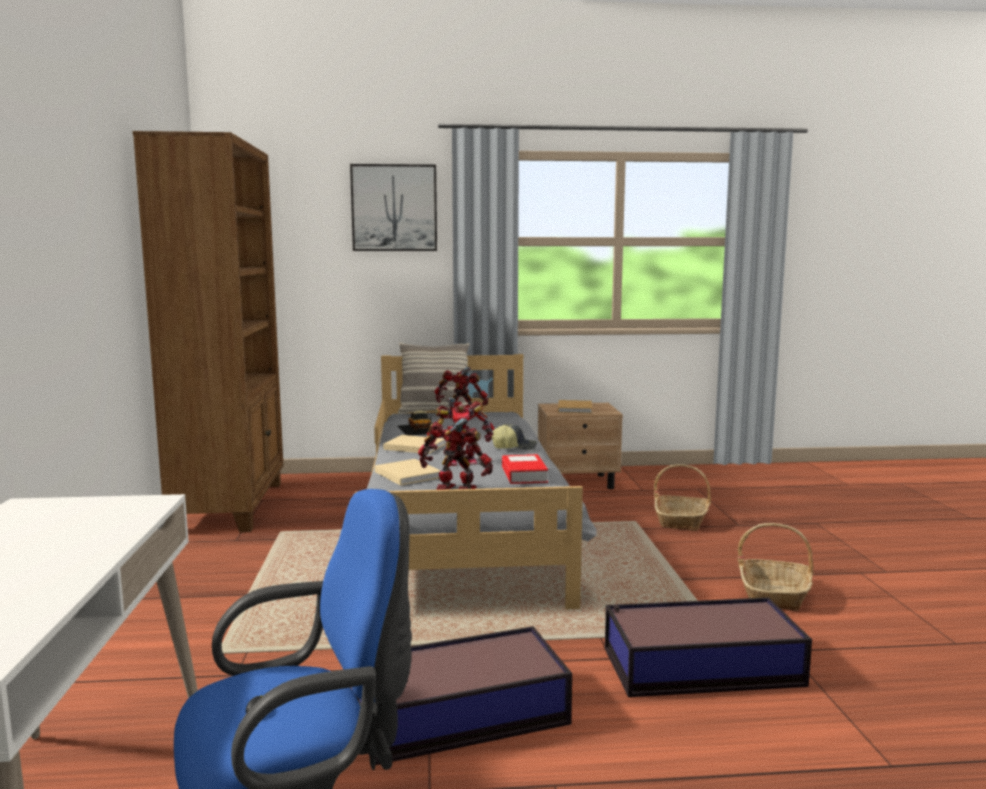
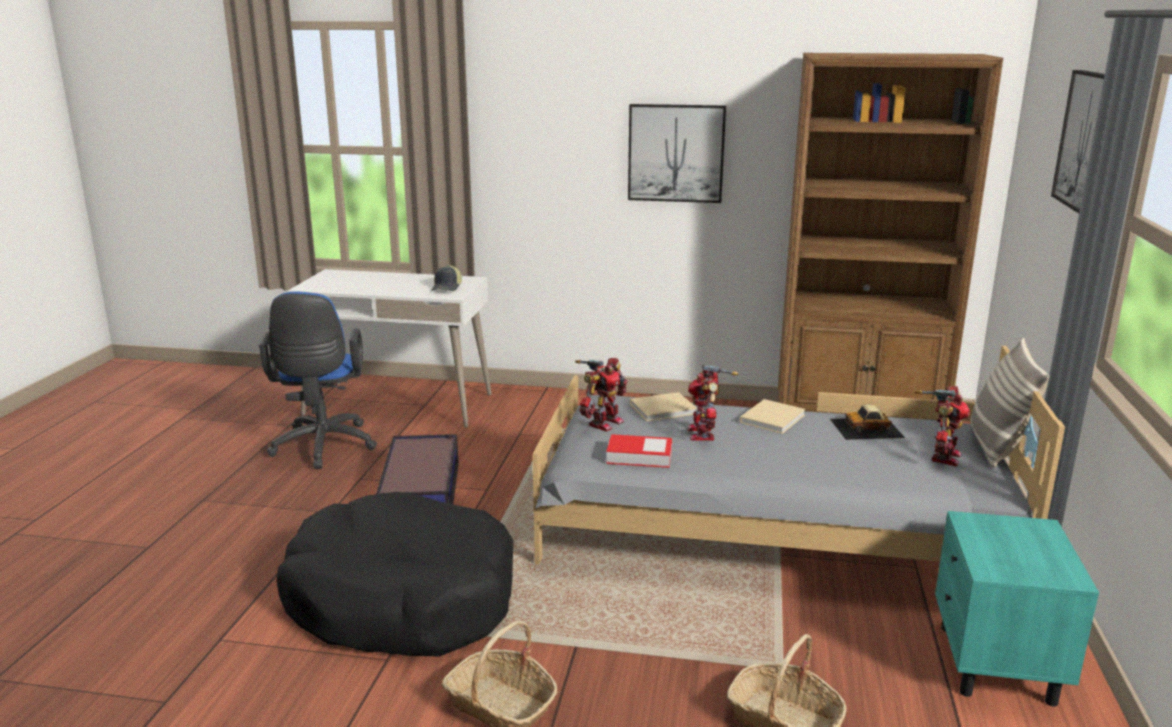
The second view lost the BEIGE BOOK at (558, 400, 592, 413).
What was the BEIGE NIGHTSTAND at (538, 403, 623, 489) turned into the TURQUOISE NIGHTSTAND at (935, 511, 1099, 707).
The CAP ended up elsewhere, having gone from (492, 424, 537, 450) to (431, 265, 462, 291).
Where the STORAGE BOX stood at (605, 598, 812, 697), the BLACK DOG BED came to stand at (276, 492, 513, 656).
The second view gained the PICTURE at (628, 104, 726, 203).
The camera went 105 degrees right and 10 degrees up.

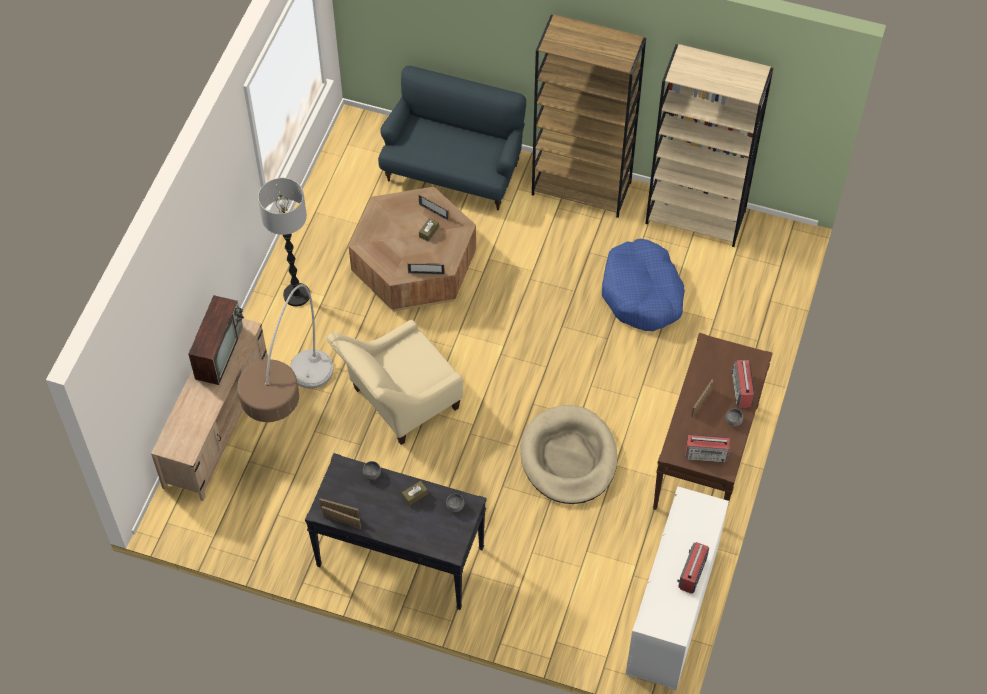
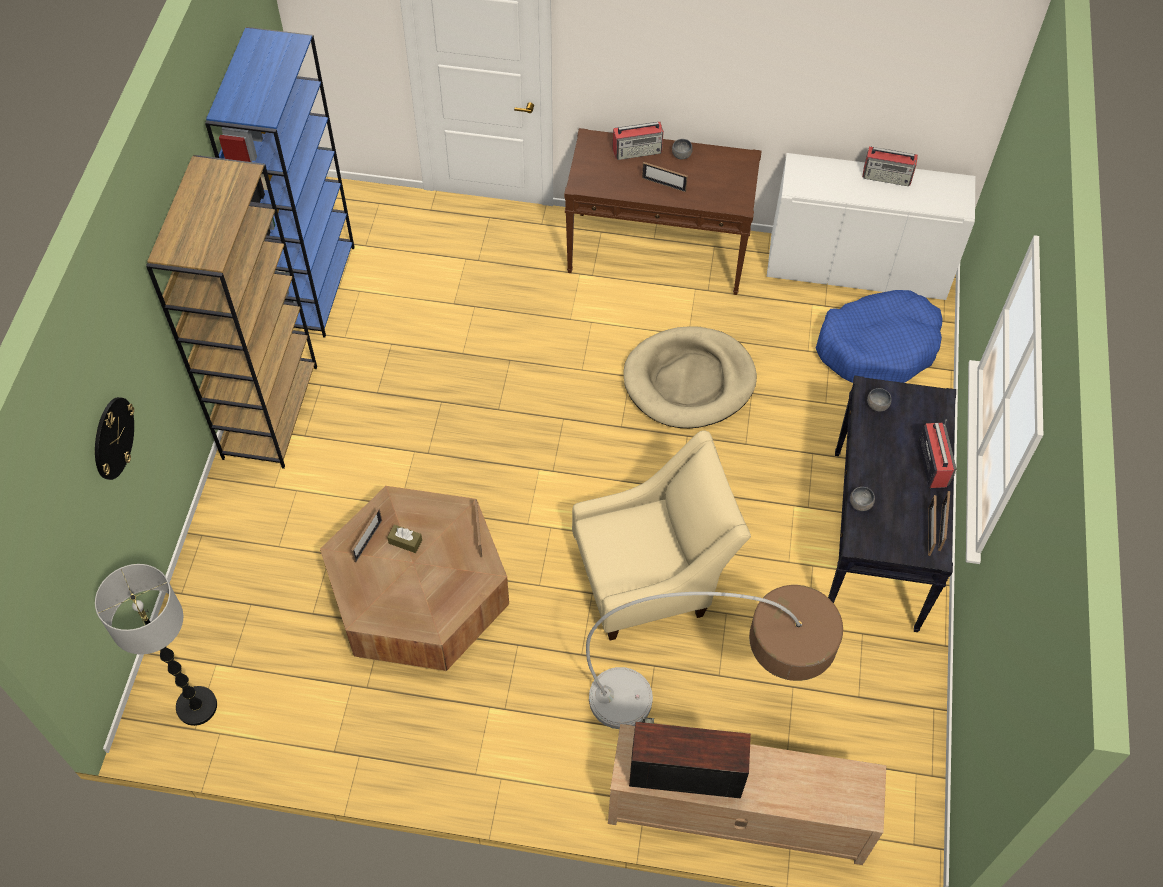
What was the BEIGE BOOKCASE at (645, 44, 773, 247) turned into the BLUE BOOKCASE at (205, 27, 355, 337).
The second view lost the BLUE SOFA at (378, 66, 526, 210).
The FLOOR LAMP ended up elsewhere, having gone from (258, 178, 310, 307) to (95, 564, 217, 726).
The BLUE DOG BED ended up elsewhere, having gone from (602, 239, 685, 331) to (816, 290, 943, 383).
The BEIGE ARMCHAIR at (327, 320, 463, 445) ended up facing another way, 60 degrees counterclockwise from before.
The RADIO ended up elsewhere, having gone from (686, 434, 730, 463) to (918, 419, 957, 488).
The second view lost the BROWN TISSUE BOX at (402, 481, 428, 506).
The second view gained the WALL CLOCK at (95, 397, 134, 480).
The camera went 100 degrees left and 0 degrees up.

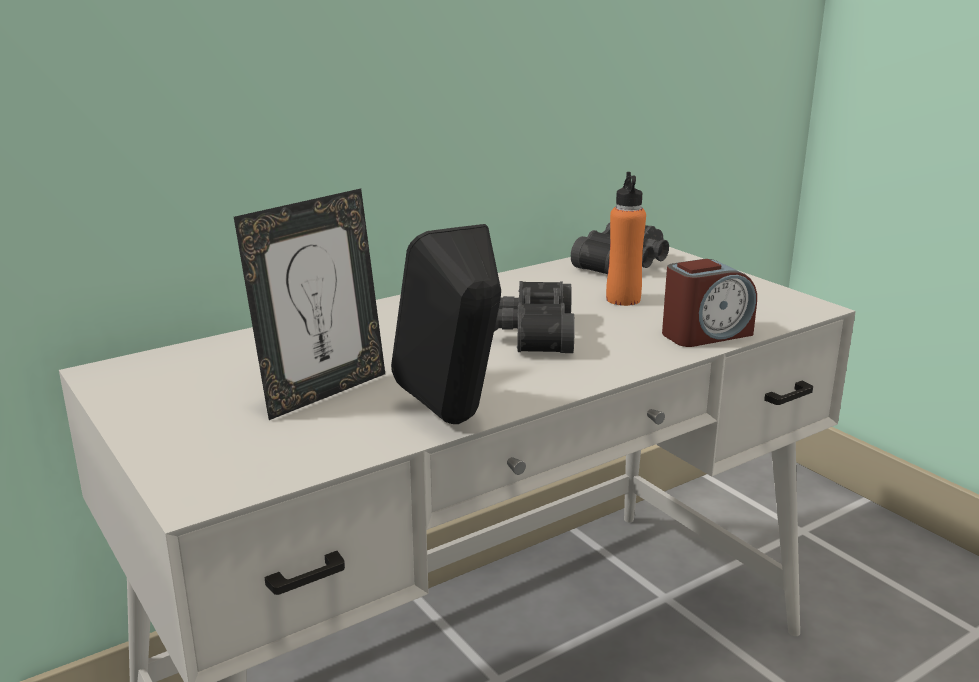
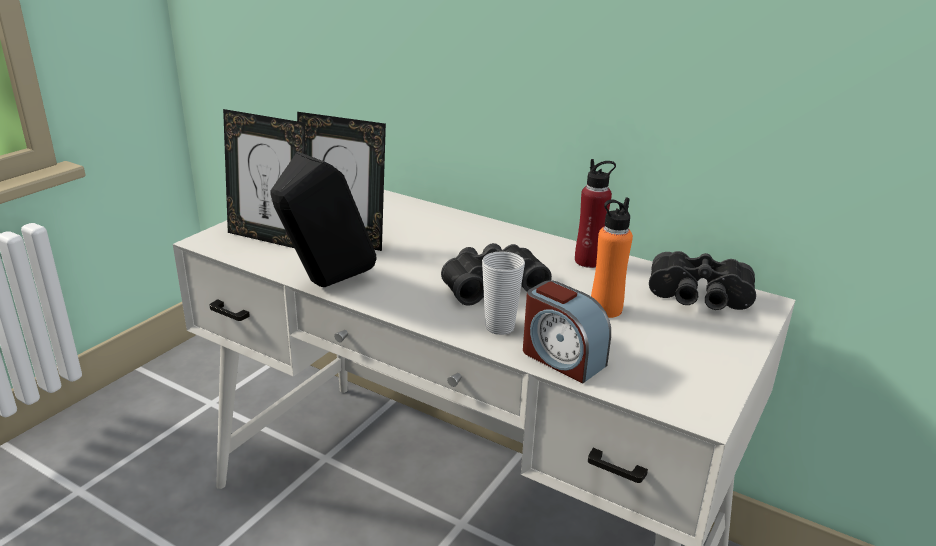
The second view gained the PICTURE FRAME at (223, 109, 305, 248).
The second view gained the RED BOTTLE at (575, 159, 616, 268).
The second view gained the CUP at (482, 251, 525, 335).
The camera went 65 degrees right and 5 degrees up.

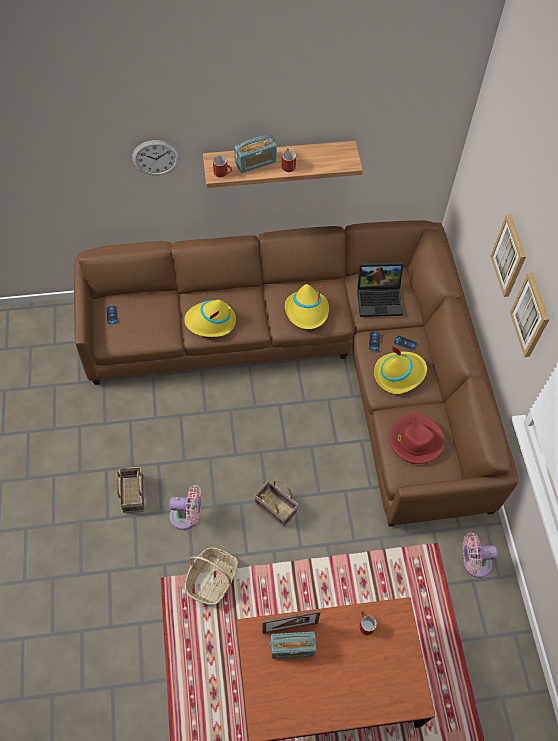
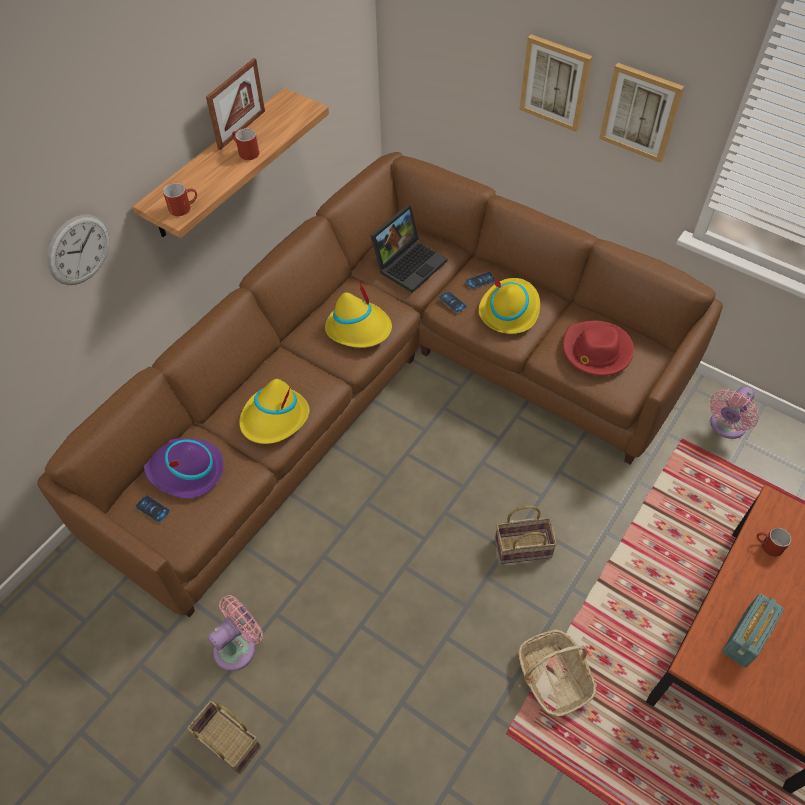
The second view lost the RADIO at (234, 135, 277, 173).
The BASKET ended up elsewhere, having gone from (116, 467, 144, 513) to (187, 700, 261, 774).
The PINK FAN ended up elsewhere, having gone from (169, 485, 201, 530) to (208, 595, 263, 671).
The PICTURE FRAME ended up elsewhere, having gone from (262, 610, 321, 634) to (206, 58, 265, 150).
The second view gained the PURPLE HAT at (144, 438, 224, 498).
The camera went 45 degrees left and 5 degrees down.

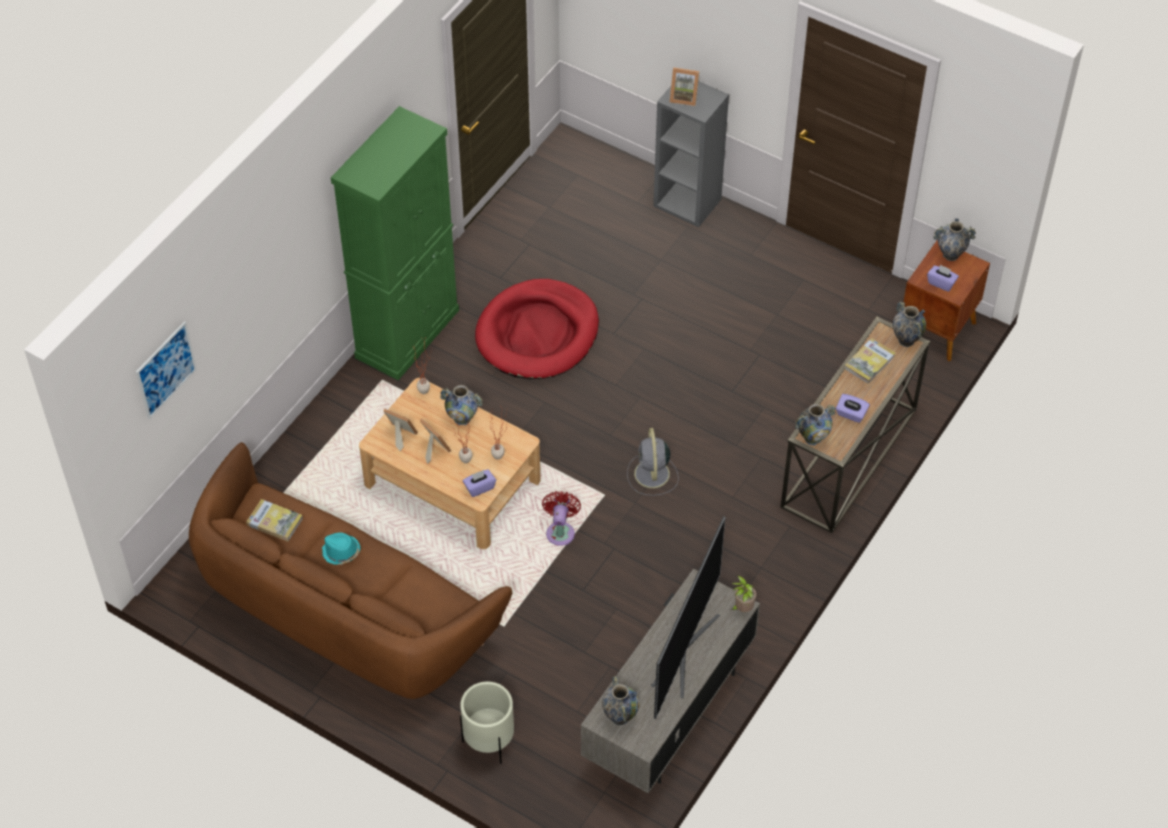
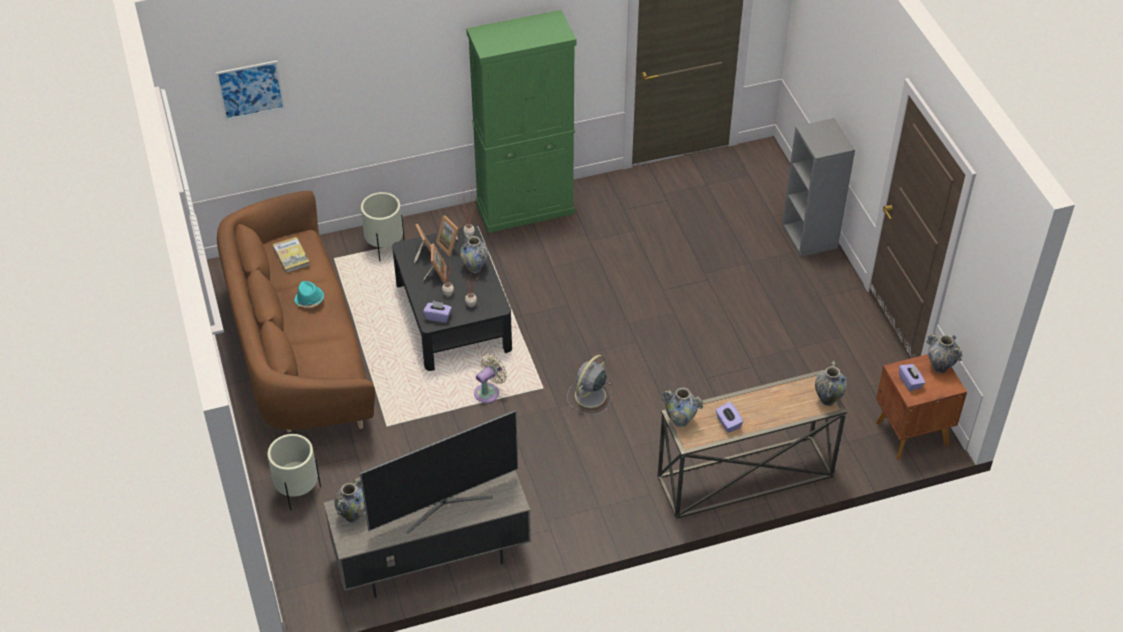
The PICTURE FRAME ended up elsewhere, having gone from (670, 67, 699, 106) to (436, 215, 459, 256).
The second view lost the RED DOG BED at (475, 279, 599, 379).
The second view lost the BOOK at (844, 338, 896, 384).
What was the BEIGE COFFEE TABLE at (359, 378, 541, 549) turned into the BLACK COFFEE TABLE at (392, 225, 512, 371).
What was the RED FAN at (542, 491, 581, 546) turned into the BEIGE FAN at (474, 354, 507, 404).
The second view lost the POTTED PLANT at (731, 576, 757, 612).
The second view gained the BEIGE PLANTER at (361, 192, 404, 261).
The camera went 40 degrees right and 5 degrees down.

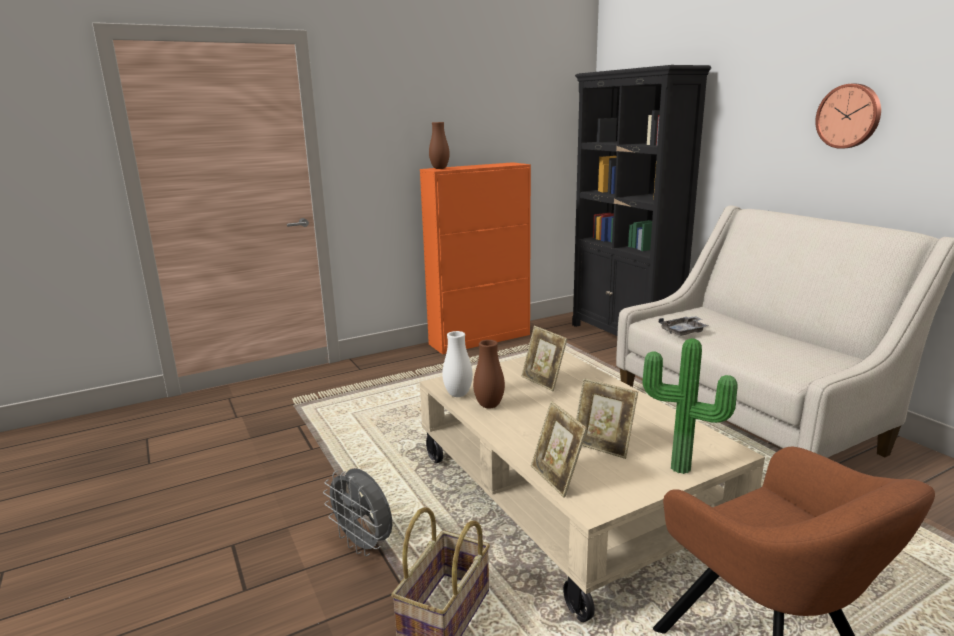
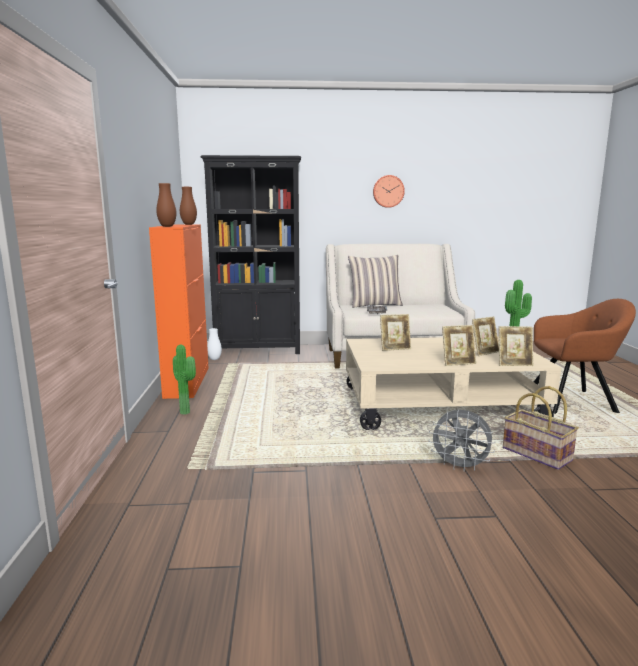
The WHITE VASE ended up elsewhere, having gone from (442, 331, 473, 397) to (207, 328, 222, 360).
The BROWN VASE ended up elsewhere, having gone from (473, 340, 505, 409) to (180, 187, 197, 225).
The GREY FAN at (323, 468, 392, 556) ended up facing another way, 45 degrees clockwise from before.
The second view gained the PILLOW at (348, 255, 403, 308).
The second view gained the PICTURE FRAME at (442, 325, 476, 366).
The second view gained the POTTED PLANT at (173, 345, 196, 415).
The camera went 65 degrees left and 5 degrees down.

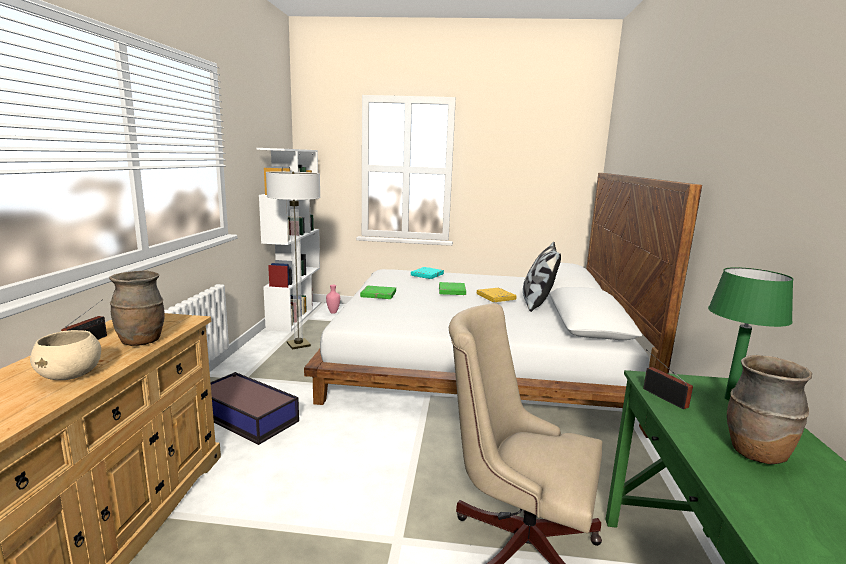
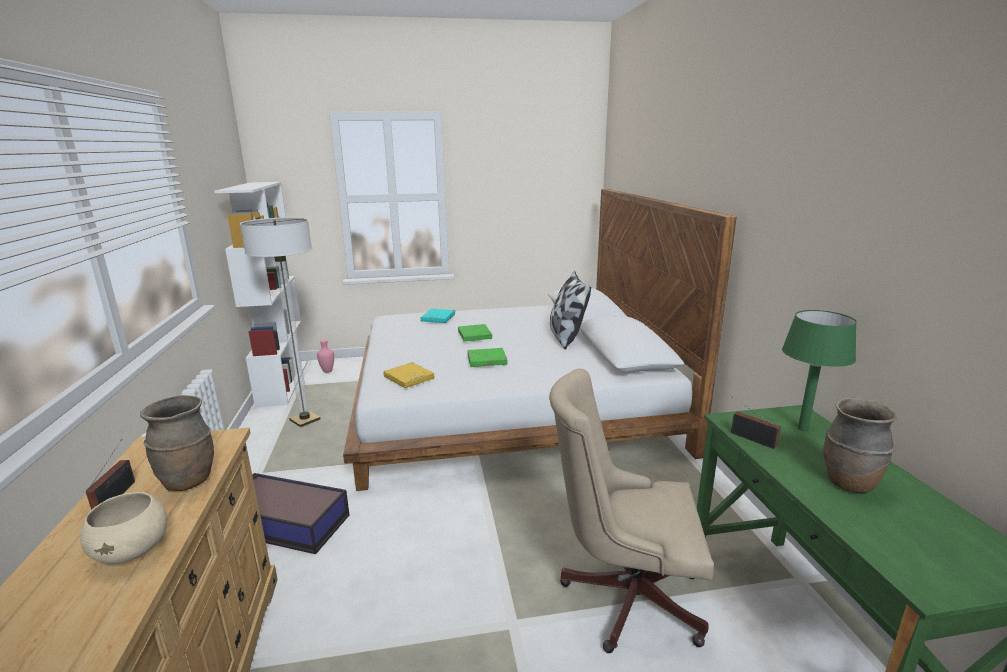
The GREEN BOOK ended up elsewhere, having gone from (360, 286, 396, 299) to (468, 348, 508, 367).
The YELLOW BOOK ended up elsewhere, having gone from (477, 288, 517, 302) to (383, 362, 435, 388).
The camera went 15 degrees left and 5 degrees up.

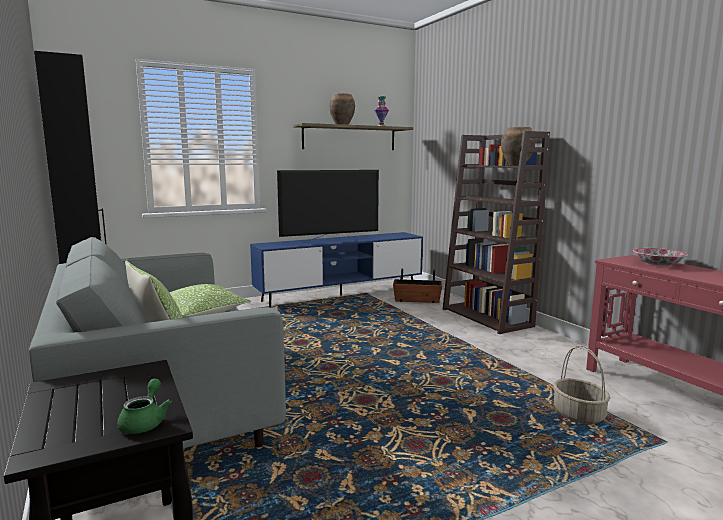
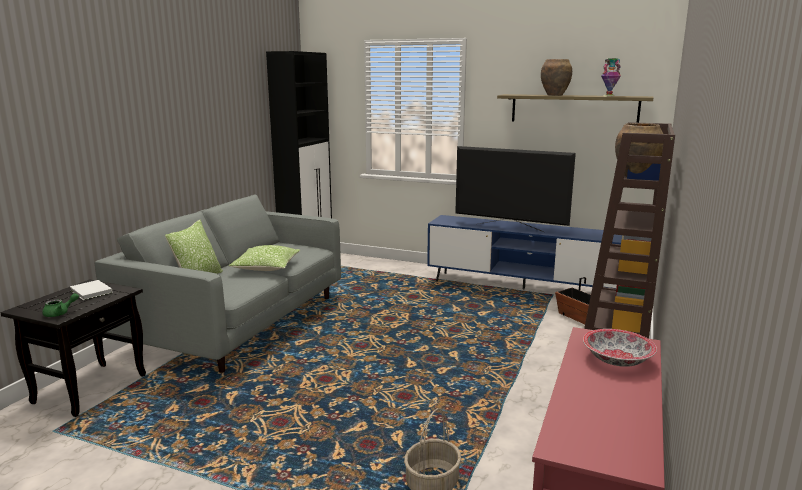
The second view gained the WHITE BOOK at (70, 280, 113, 300).
The camera went 50 degrees right and 5 degrees up.

